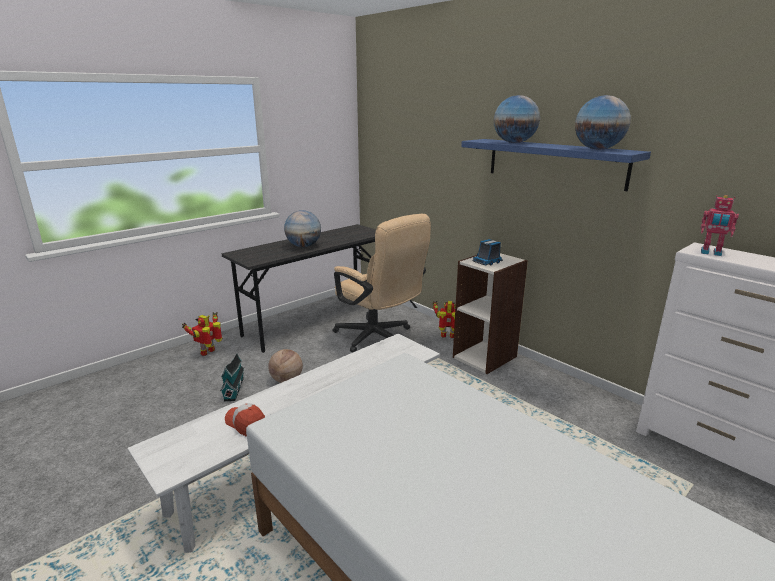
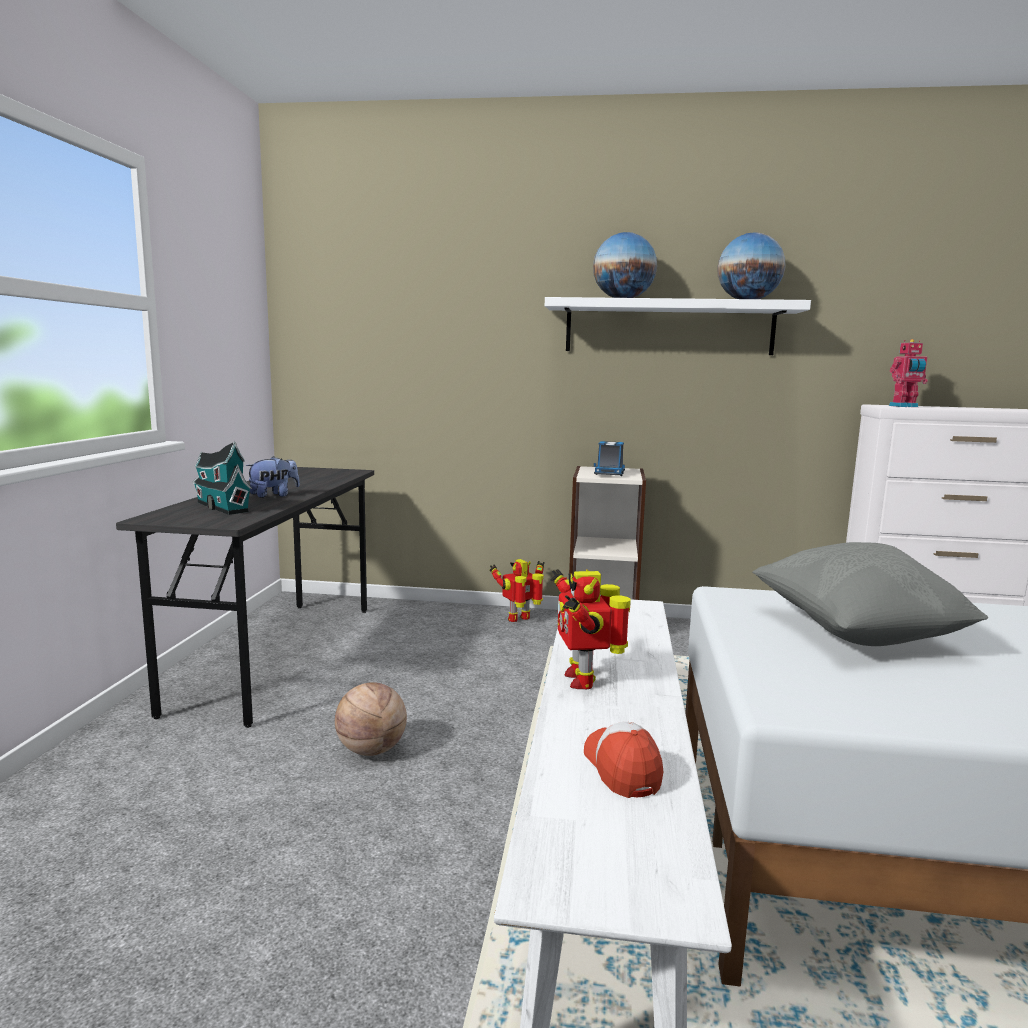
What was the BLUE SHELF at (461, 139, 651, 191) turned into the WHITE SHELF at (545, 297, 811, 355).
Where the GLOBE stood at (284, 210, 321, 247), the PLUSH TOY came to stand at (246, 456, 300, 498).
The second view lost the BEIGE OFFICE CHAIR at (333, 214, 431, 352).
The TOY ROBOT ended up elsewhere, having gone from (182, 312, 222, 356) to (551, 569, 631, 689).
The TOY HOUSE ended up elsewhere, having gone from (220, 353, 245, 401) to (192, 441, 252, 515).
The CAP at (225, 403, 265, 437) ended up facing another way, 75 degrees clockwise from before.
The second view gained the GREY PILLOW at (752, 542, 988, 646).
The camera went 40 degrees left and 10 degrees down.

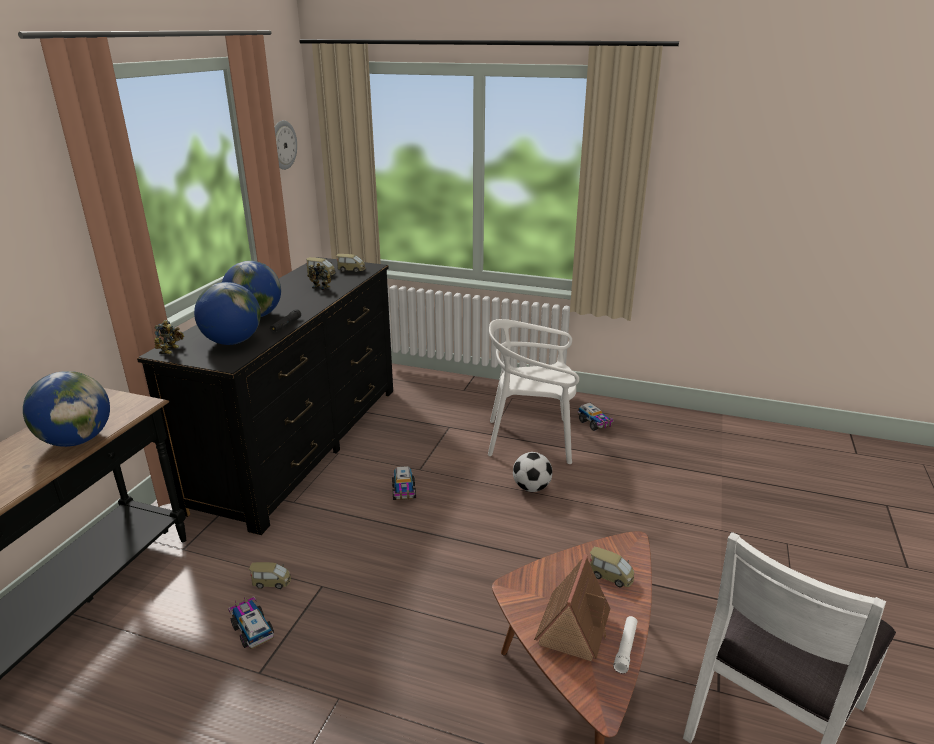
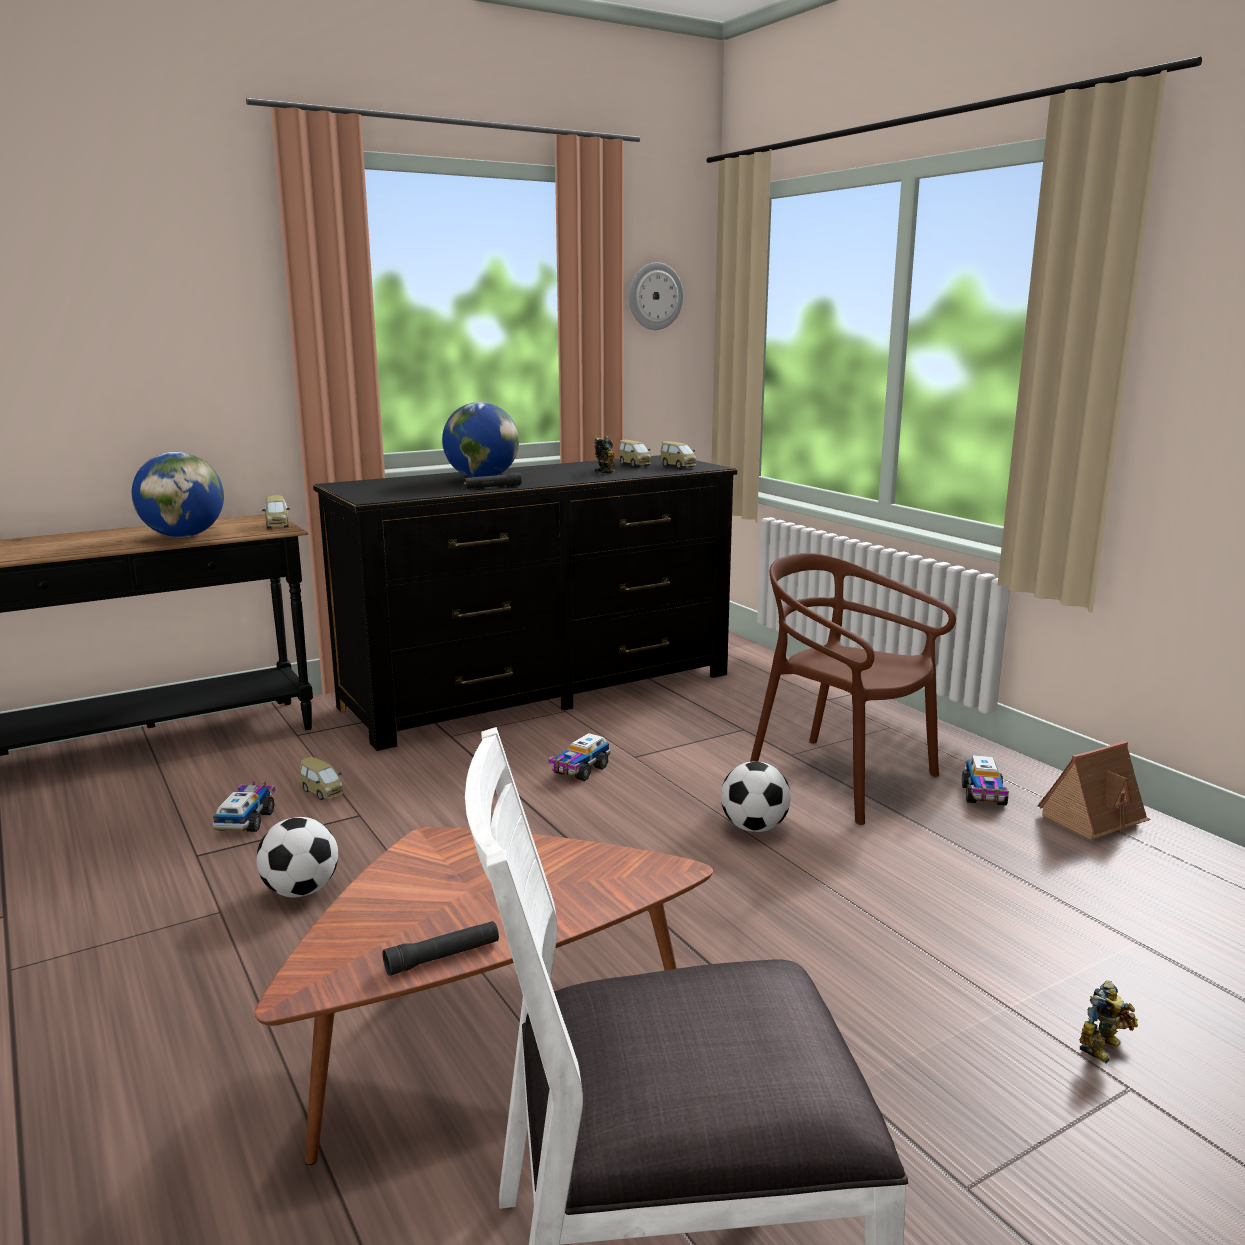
The second view lost the GLOBE at (194, 282, 261, 345).
What was the WHITE CHAIR at (488, 319, 579, 464) turned into the BROWN CHAIR at (750, 553, 956, 825).
The TOY ROBOT ended up elsewhere, having gone from (154, 320, 184, 355) to (1080, 980, 1138, 1063).
The TOY CAR ended up elsewhere, having gone from (590, 547, 634, 588) to (262, 495, 290, 528).
The TOY HOUSE ended up elsewhere, having gone from (534, 554, 610, 661) to (1038, 741, 1151, 840).
What was the WHITE FLASHLIGHT at (613, 616, 637, 673) turned into the BLACK FLASHLIGHT at (383, 921, 499, 976).
The second view gained the FOOTBALL at (256, 817, 338, 897).
The camera went 40 degrees right and 10 degrees down.

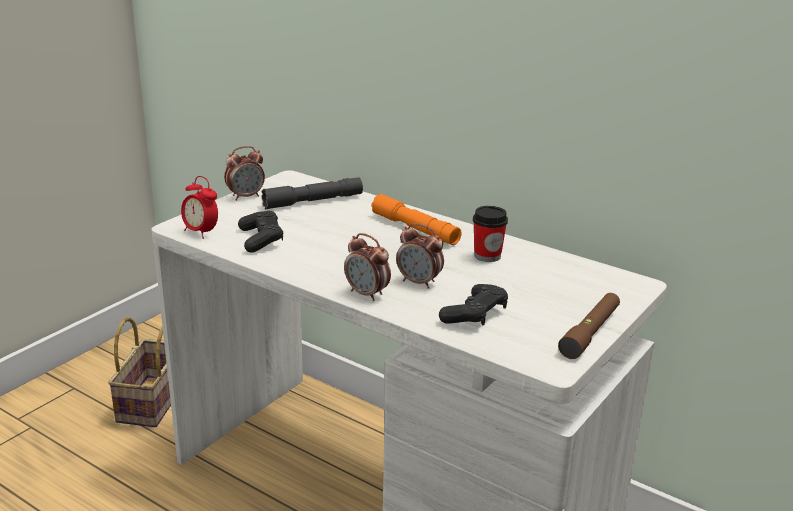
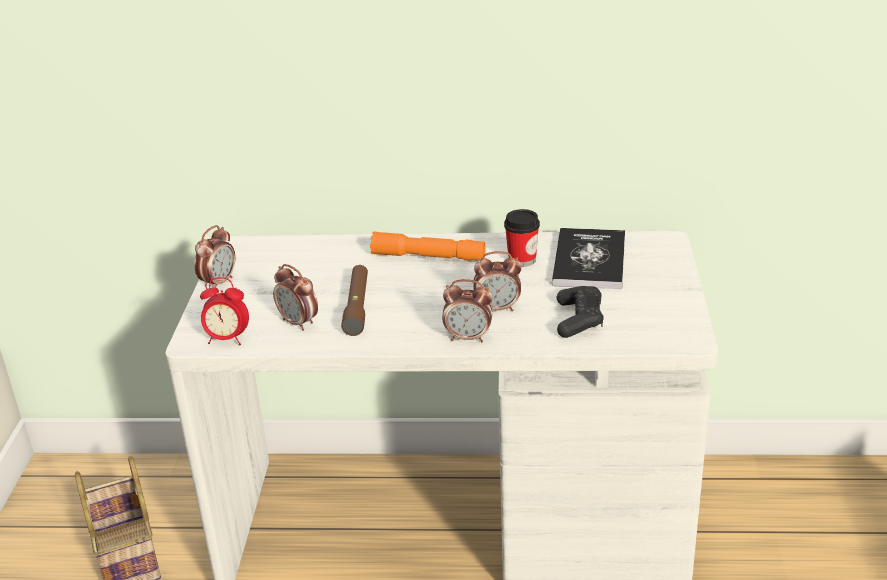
The second view lost the GREY FLASHLIGHT at (262, 177, 363, 209).
Where the BLACK GAME CONTROLLER stood at (238, 211, 283, 253), the ALARM CLOCK came to stand at (273, 264, 318, 331).
The BROWN FLASHLIGHT ended up elsewhere, having gone from (558, 293, 620, 359) to (341, 265, 368, 336).
The second view gained the BOOK at (552, 228, 625, 289).
The camera went 30 degrees left and 5 degrees up.

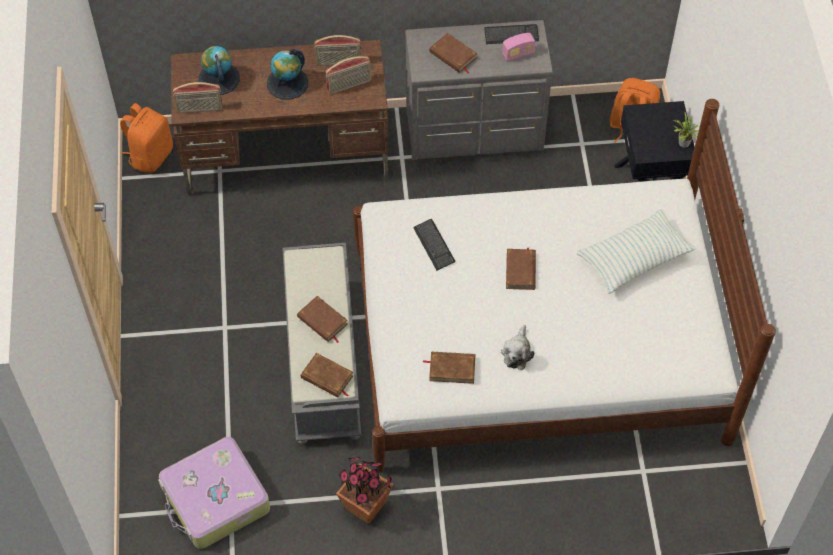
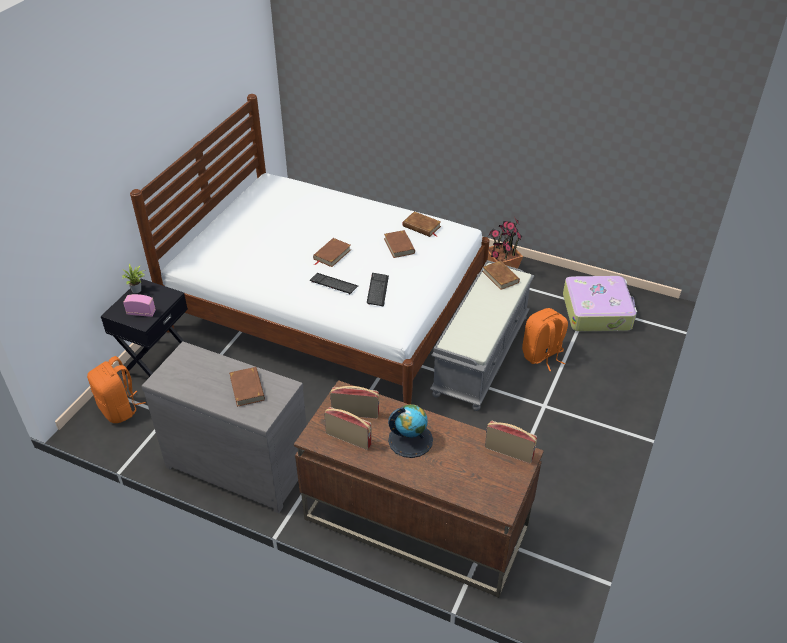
The KEYBOARD ended up elsewhere, having gone from (484, 24, 539, 44) to (310, 273, 358, 294).
The RADIO ended up elsewhere, having gone from (502, 33, 535, 62) to (123, 294, 156, 317).
The second view lost the GLOBE at (198, 46, 240, 95).
The ORANGE BACKPACK ended up elsewhere, having gone from (120, 103, 173, 173) to (522, 308, 568, 371).
The second view lost the PILLOW at (577, 209, 695, 294).
The BROWN BOOK ended up elsewhere, having gone from (297, 296, 348, 343) to (384, 230, 415, 258).
The second view lost the PLUSH TOY at (501, 325, 534, 370).
The camera went 150 degrees left and 15 degrees down.

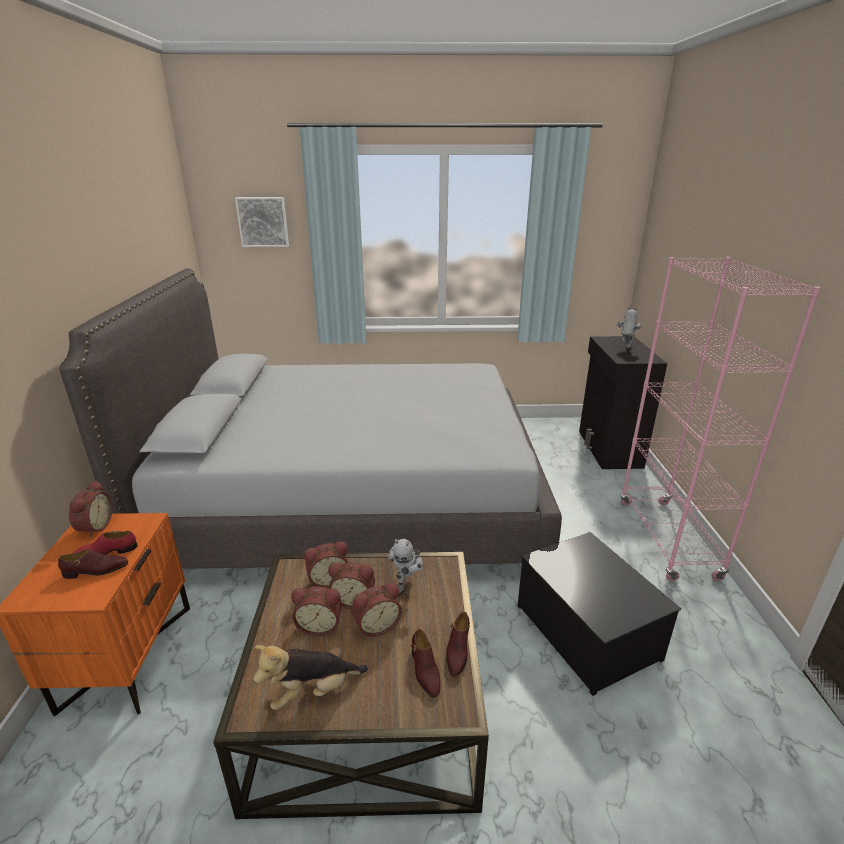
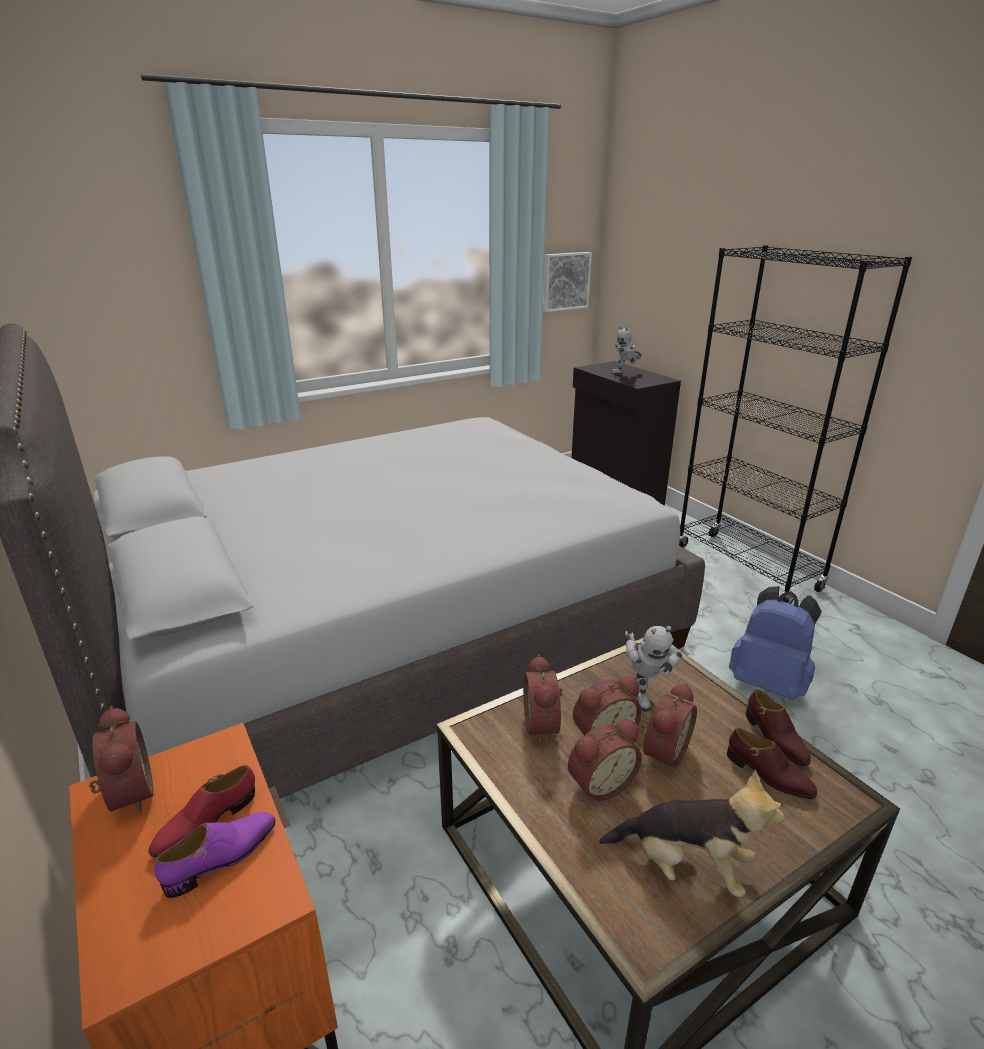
The PICTURE ended up elsewhere, having gone from (235, 197, 289, 247) to (543, 252, 592, 312).
What was the PINK BOOKCASE at (620, 257, 821, 582) turned into the BLACK BOOKCASE at (679, 245, 912, 604).
The TOY ROBOT at (616, 307, 641, 349) ended up facing another way, 120 degrees counterclockwise from before.
Where the STORAGE BOX stood at (517, 532, 681, 696), the BLUE BACKPACK came to stand at (729, 586, 822, 700).
The ALARM CLOCK at (304, 541, 348, 588) ended up facing another way, 135 degrees clockwise from before.
What was the BROWN SHOE at (58, 549, 128, 579) turned into the PURPLE SHOE at (154, 812, 276, 898).
The PLUSH TOY at (253, 645, 368, 710) ended up facing another way, 105 degrees counterclockwise from before.
The camera went 30 degrees left and 0 degrees up.

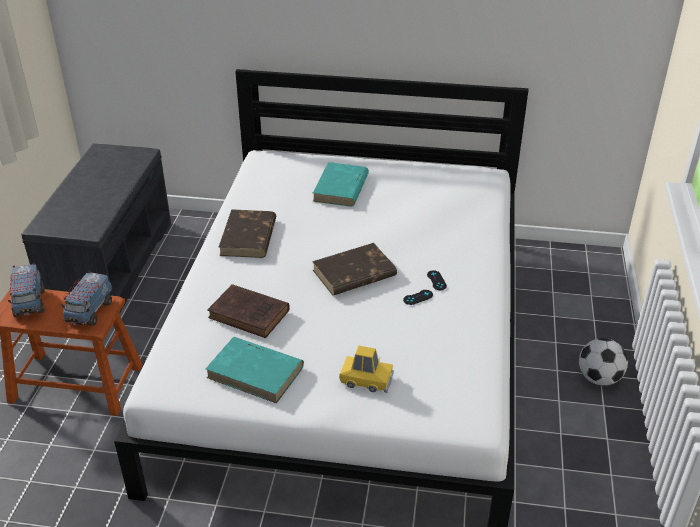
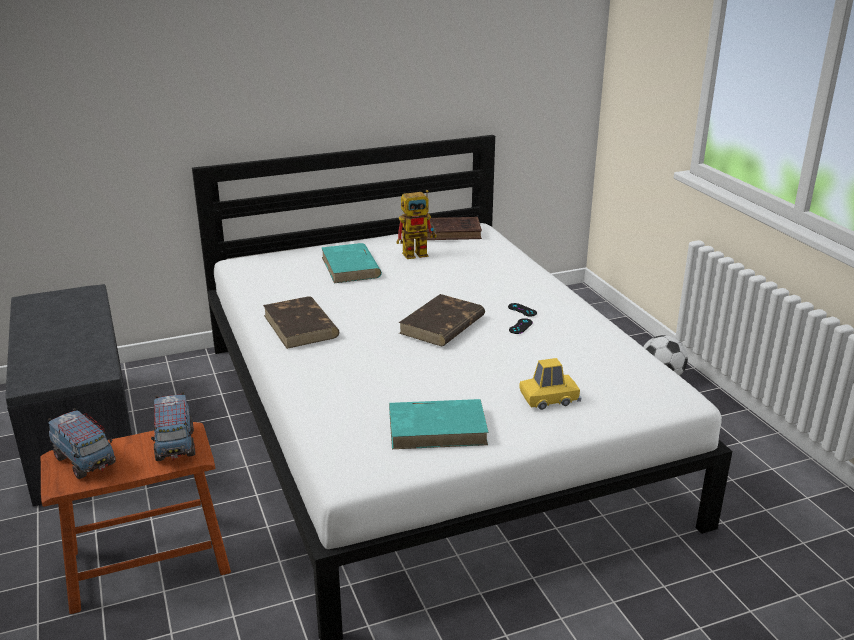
The BROWN BOOK ended up elsewhere, having gone from (207, 284, 290, 338) to (426, 217, 482, 240).
The second view gained the TOY ROBOT at (396, 190, 437, 259).
The camera went 30 degrees left and 10 degrees down.

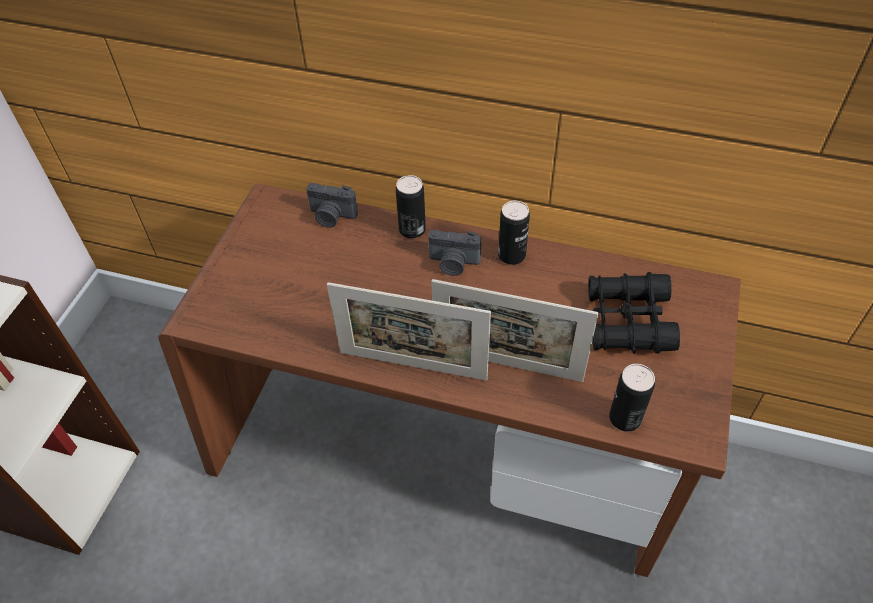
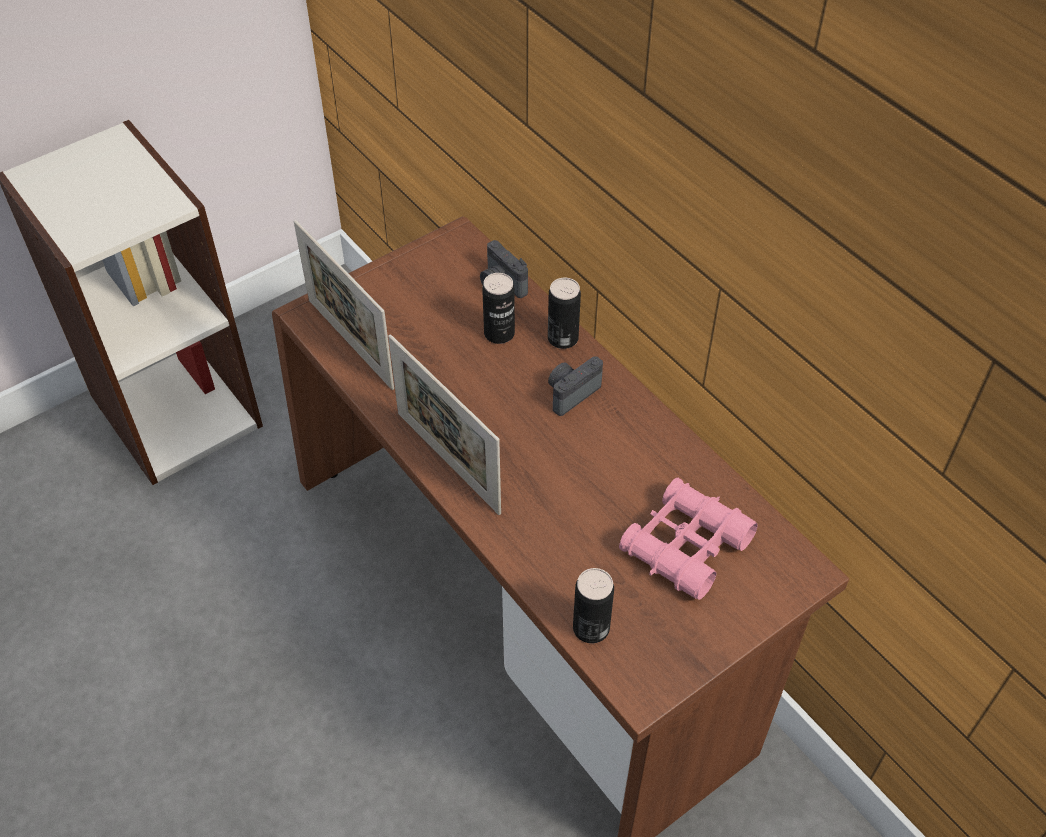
The CAN ended up elsewhere, having gone from (498, 201, 530, 265) to (482, 273, 515, 344).
The PHOTO CAMERA at (428, 230, 481, 276) ended up facing another way, 90 degrees clockwise from before.
What was the BLACK BINOCULARS at (588, 272, 680, 354) turned into the PINK BINOCULARS at (619, 478, 758, 600).
The PICTURE FRAME ended up elsewhere, having gone from (431, 279, 599, 382) to (294, 220, 394, 390).
The camera went 35 degrees right and 0 degrees up.

